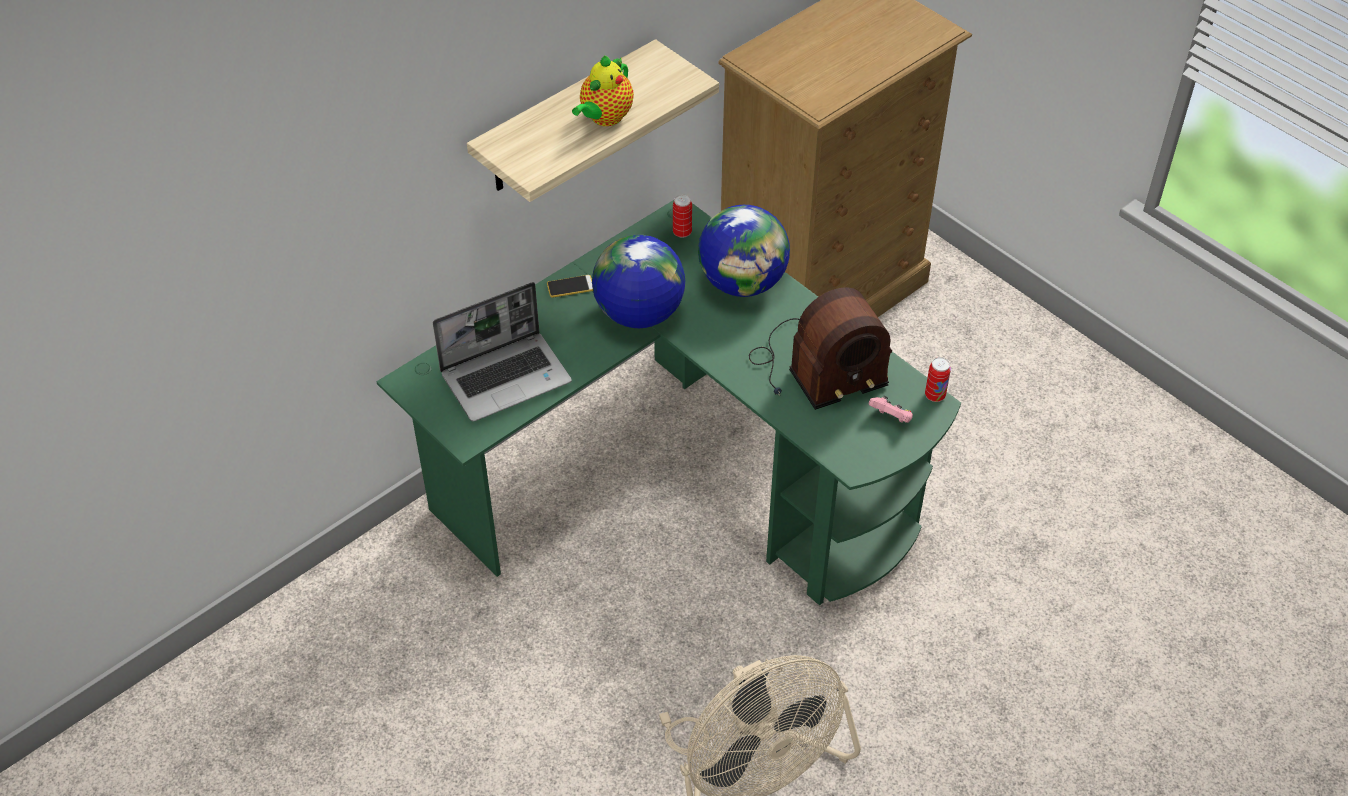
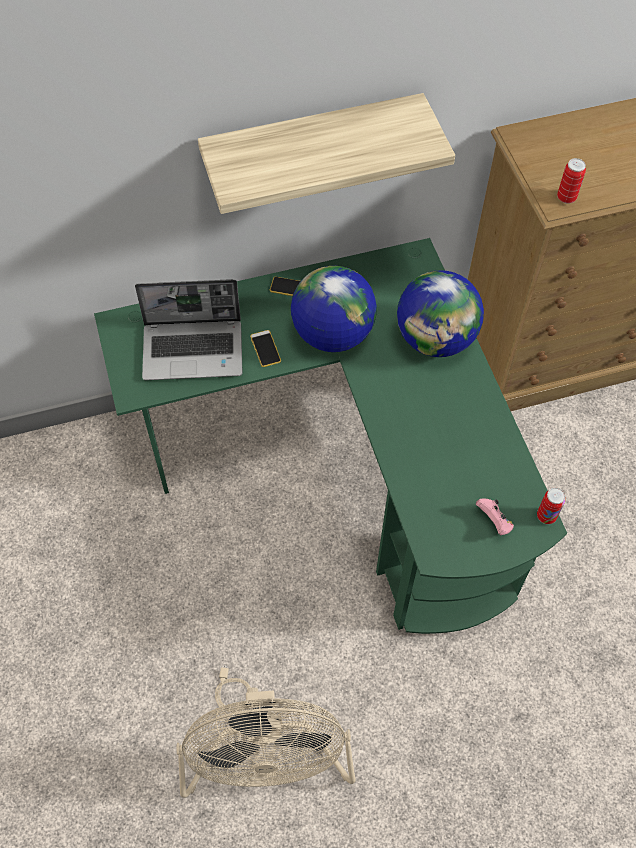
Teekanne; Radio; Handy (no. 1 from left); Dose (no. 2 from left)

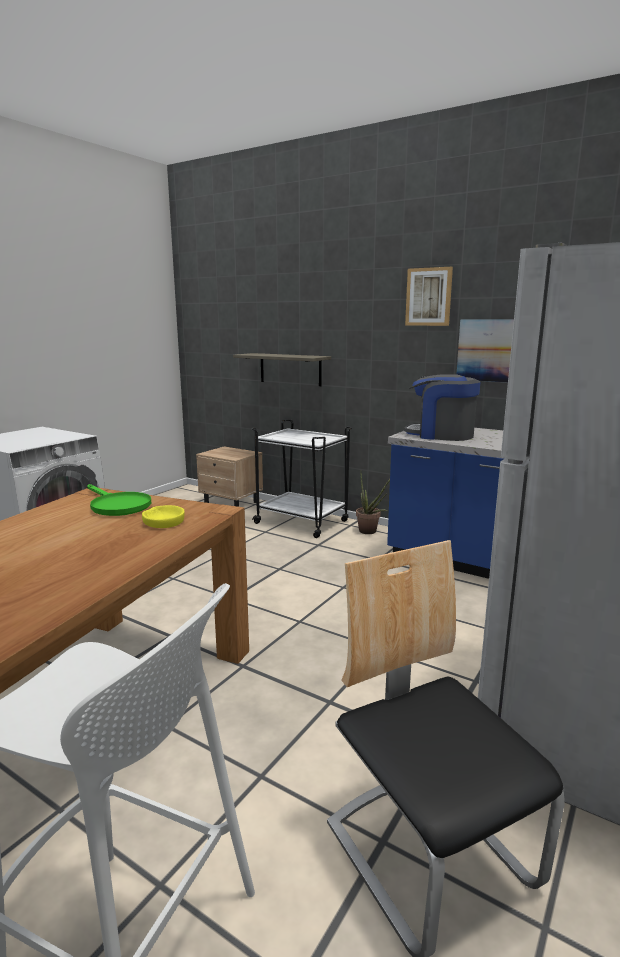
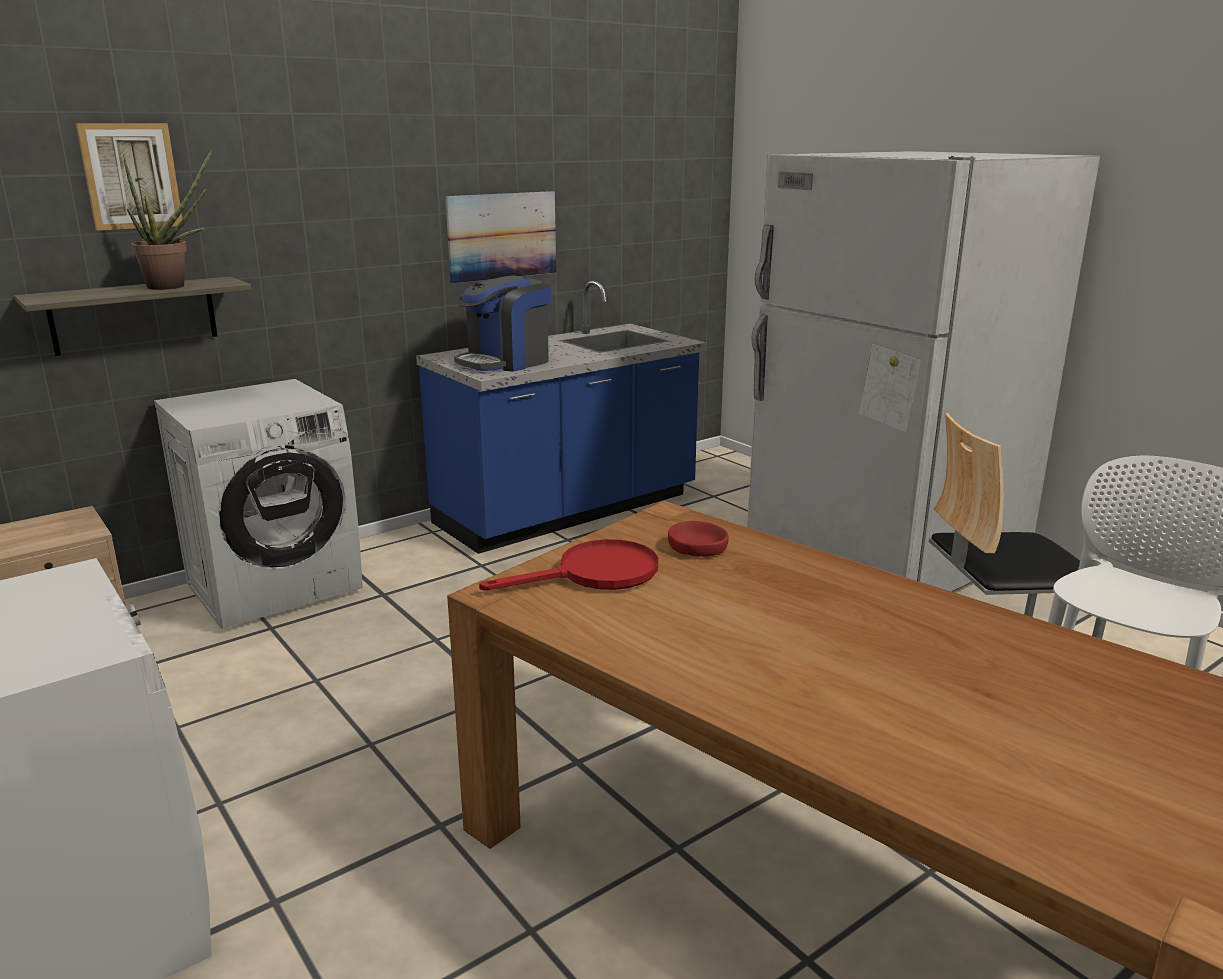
Topfpflanze; Bild (no. 1 from left); Waschmaschine/weiß (no. 2 from left); Pfanne/rot; Schüssel/rot

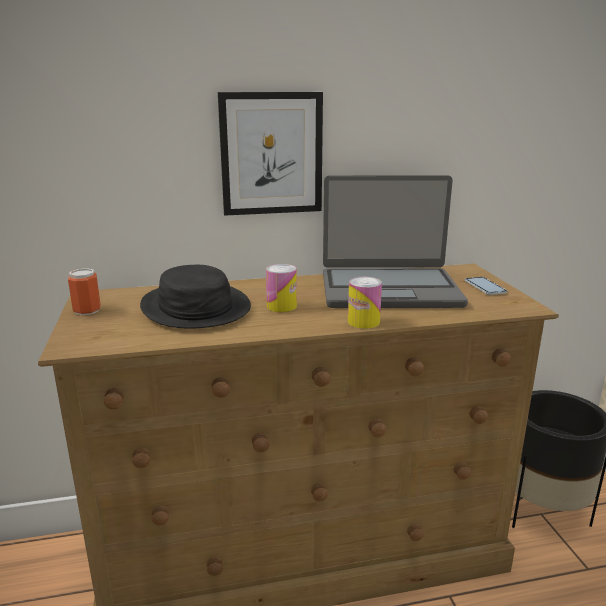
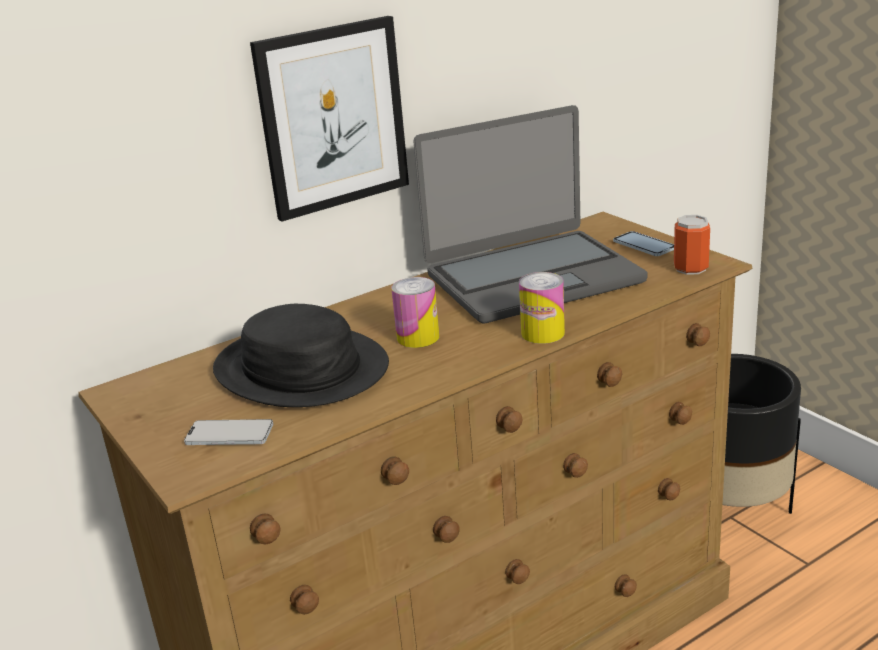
Handy (no. 1 from left); Dose (no. 3 from left)

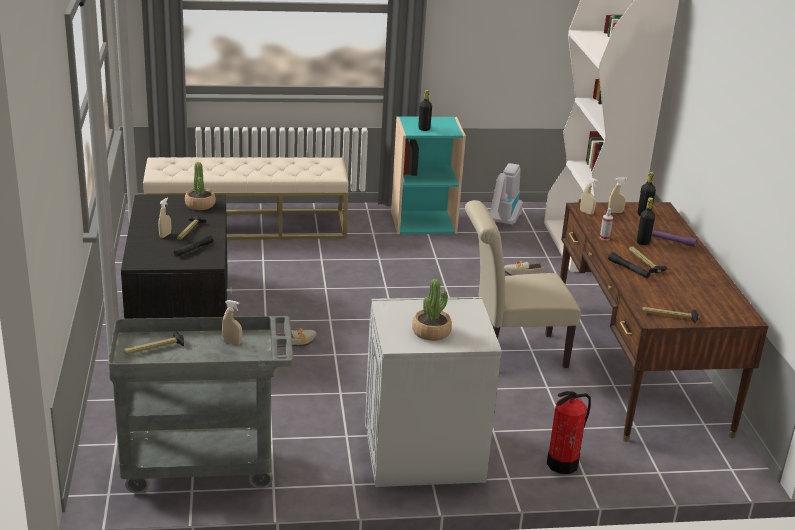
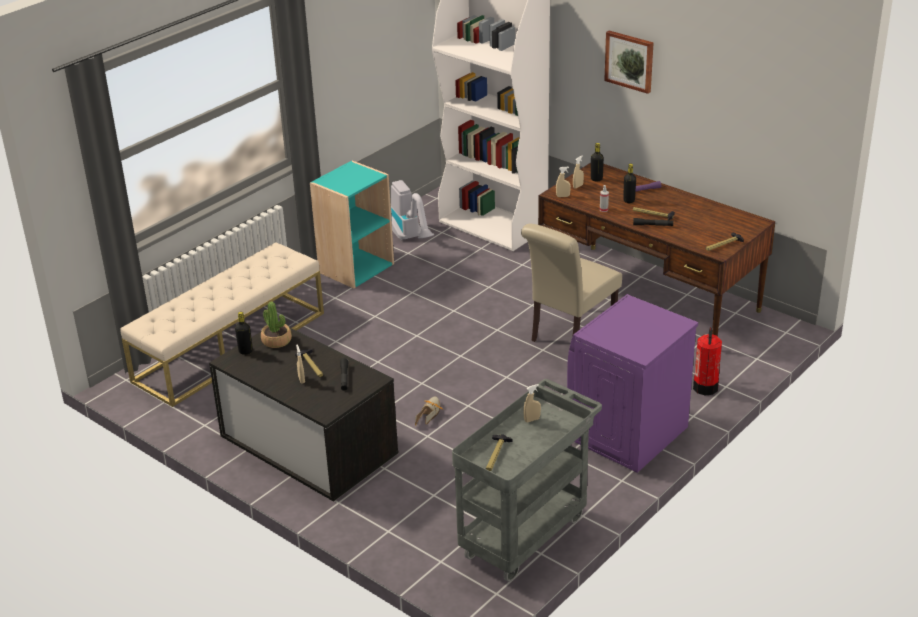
Topfpflanze (no. 2 from left in the first image); Schuh (no. 2 from left in the first image); Bild; Flasche/schwarz (no. 1 from left); Waschmaschine/lila

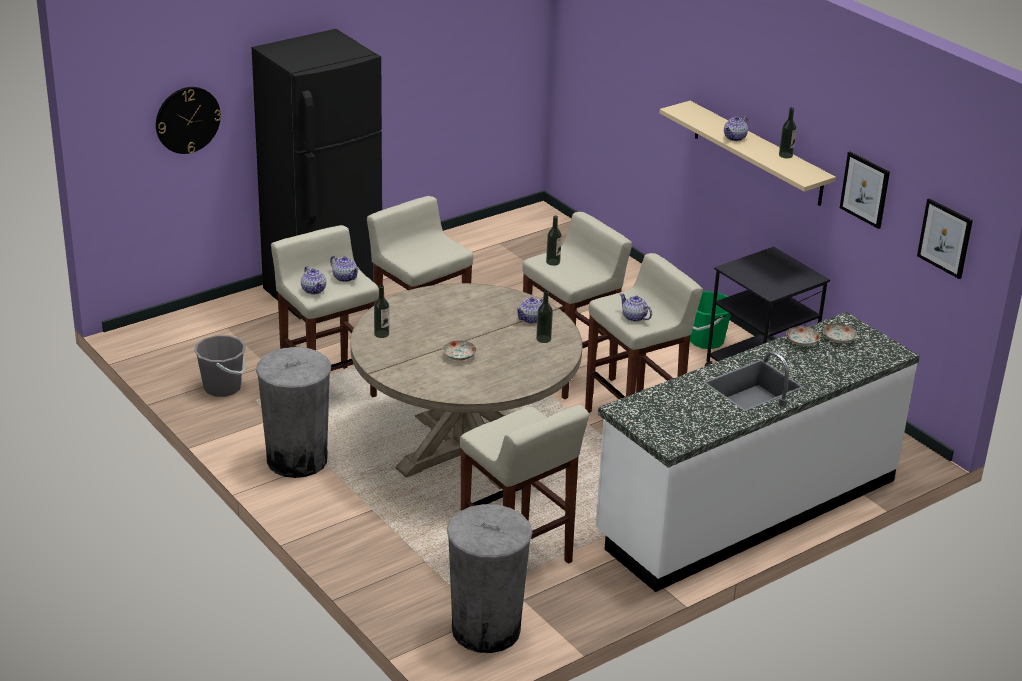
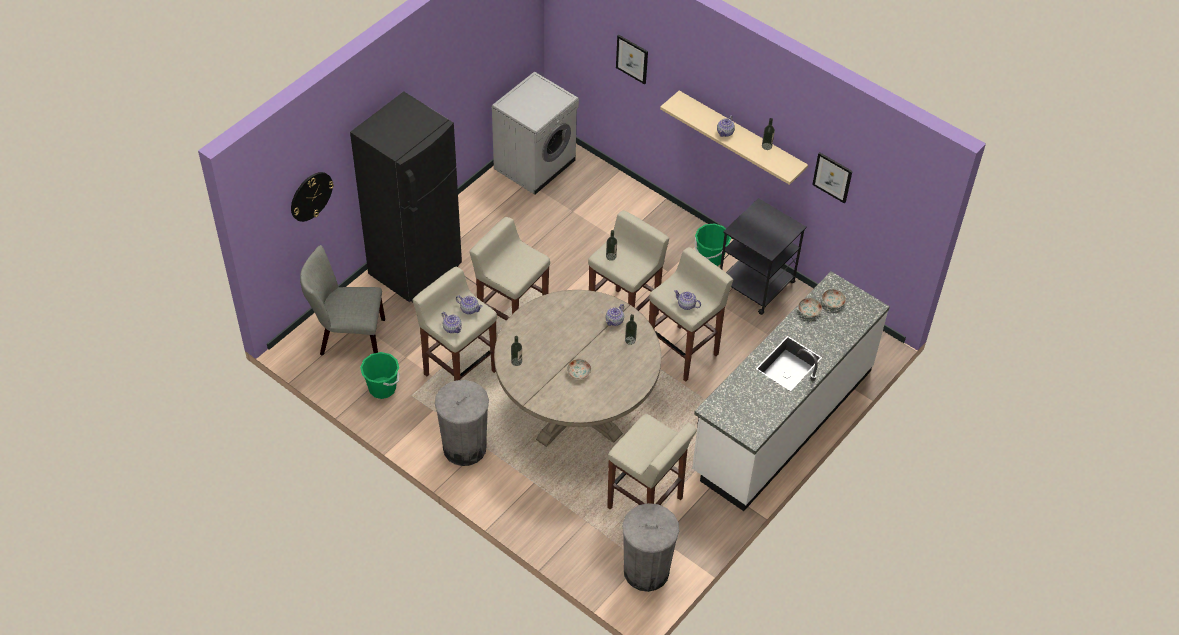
Stuhl/grau; Waschmaschine/weiß; Bild (no. 1 from left); Eimer/grün (no. 1 from left)

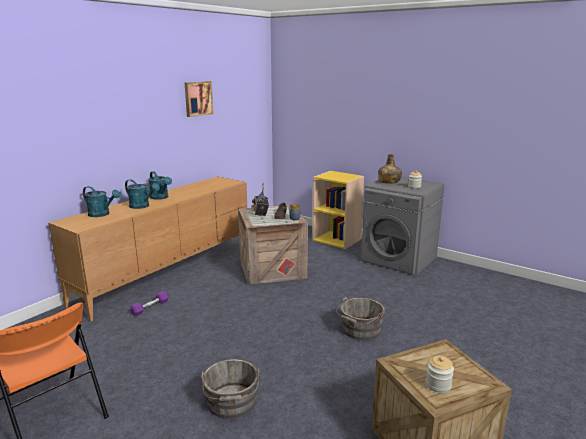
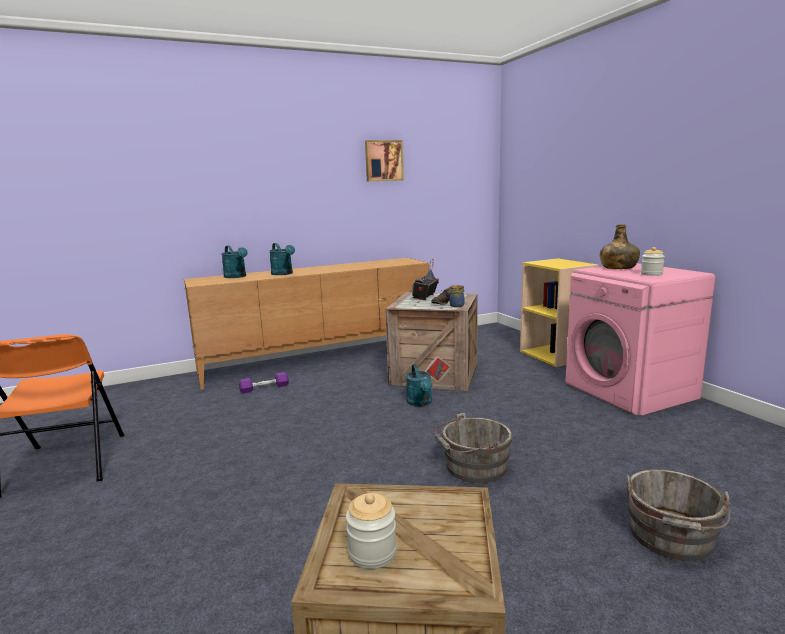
Gießkanne/türkis (no. 3 from left); Eimer/grau (no. 2 from left); Waschmaschine/rosa

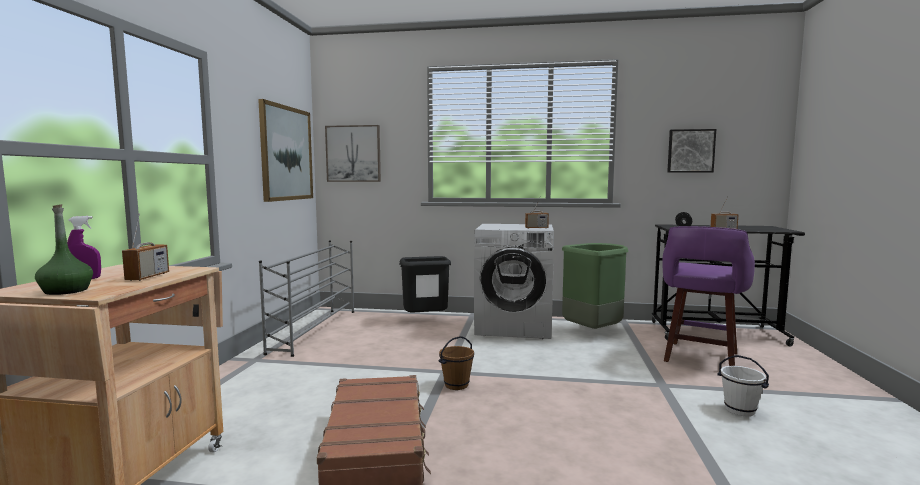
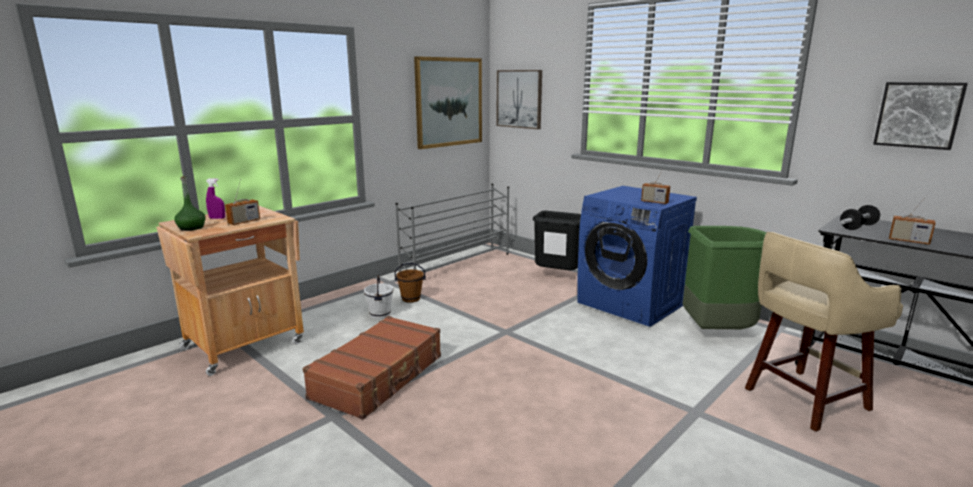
Eimer/braun; Eimer/weiß; Waschmaschine/blau; Hocker/beige

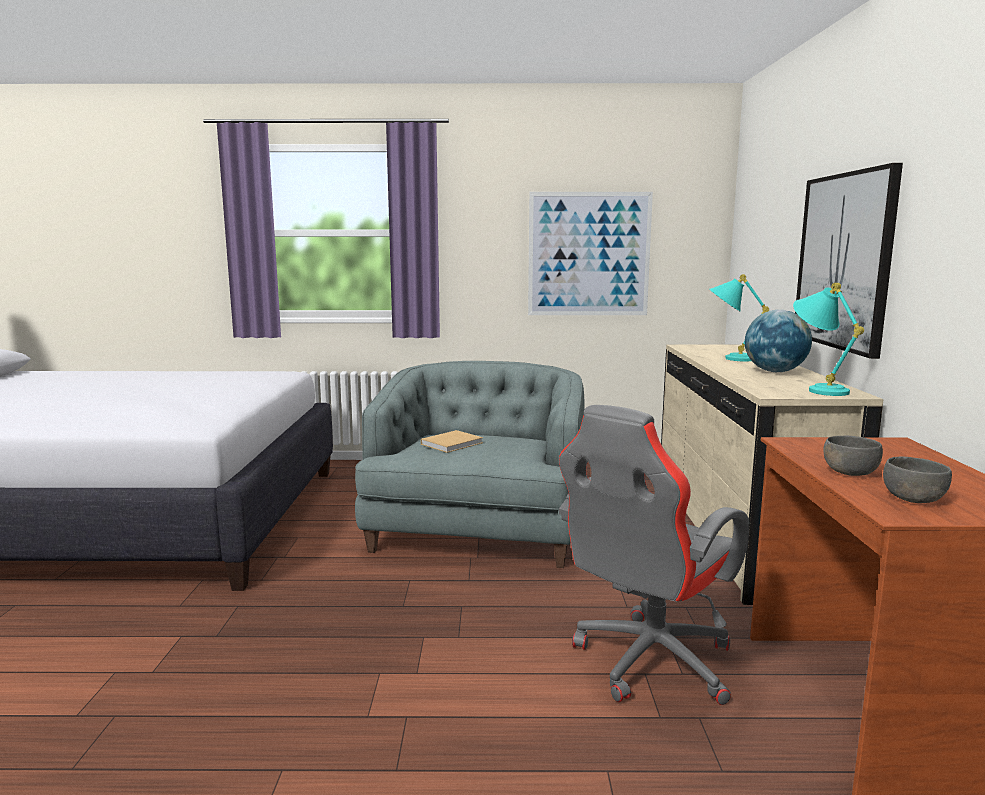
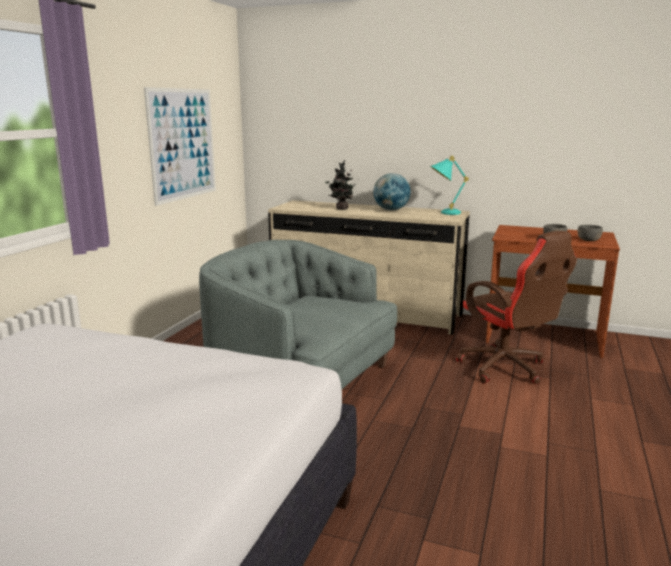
Buch/beige; Bild (no. 2 from left in the first image); Topfpflanze; Bürostuhl/braun

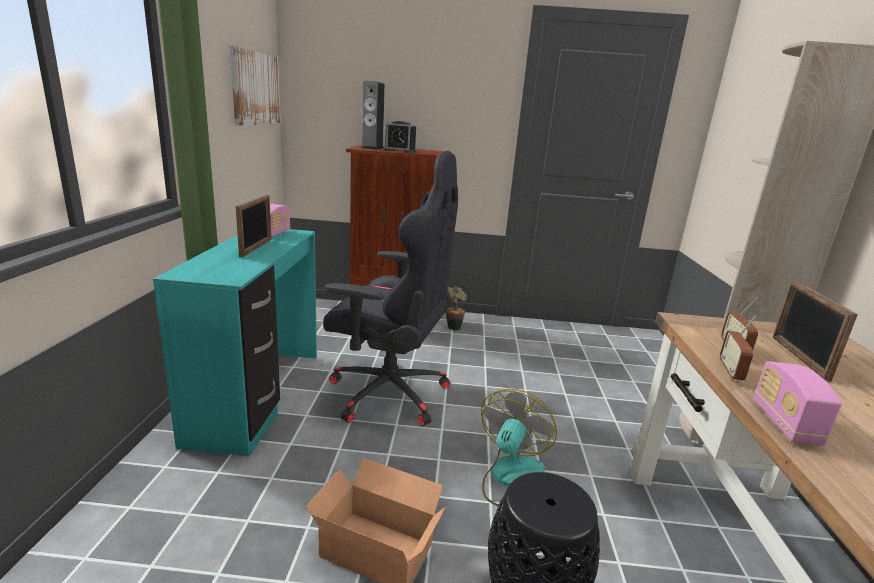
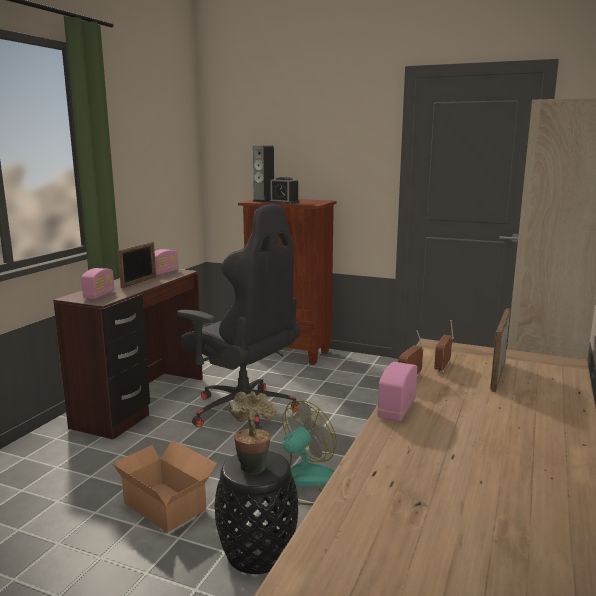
Bild; Radio (no. 1 from left); Topfpflanze; Schreibtisch/braun (no. 1 from left)

